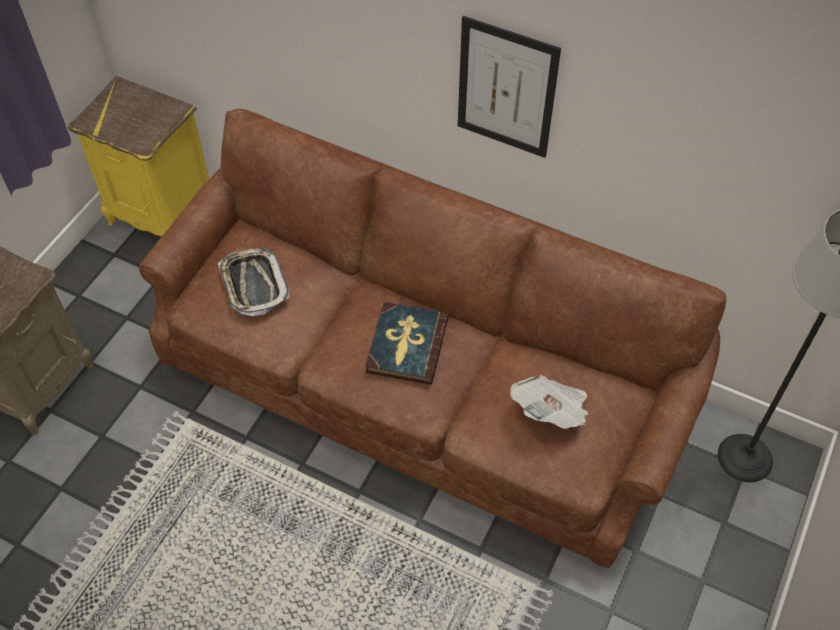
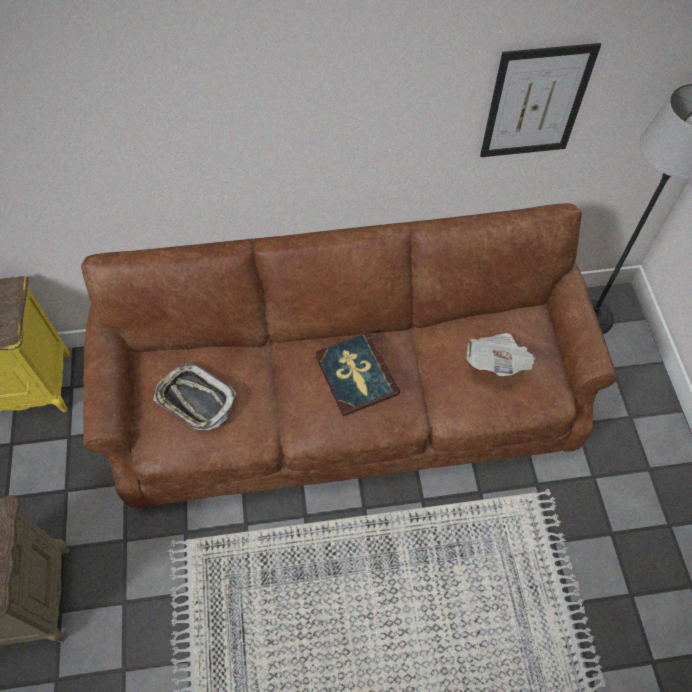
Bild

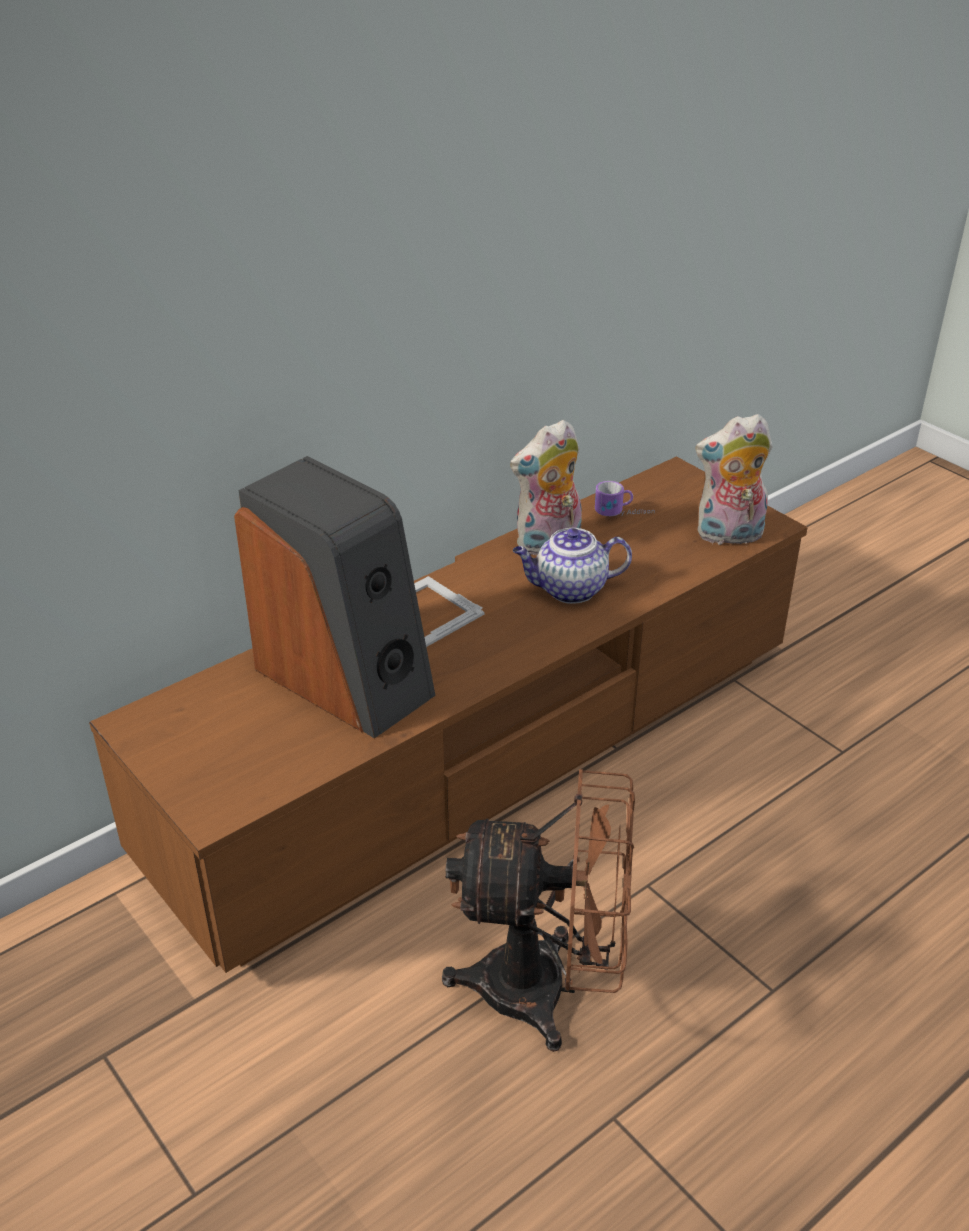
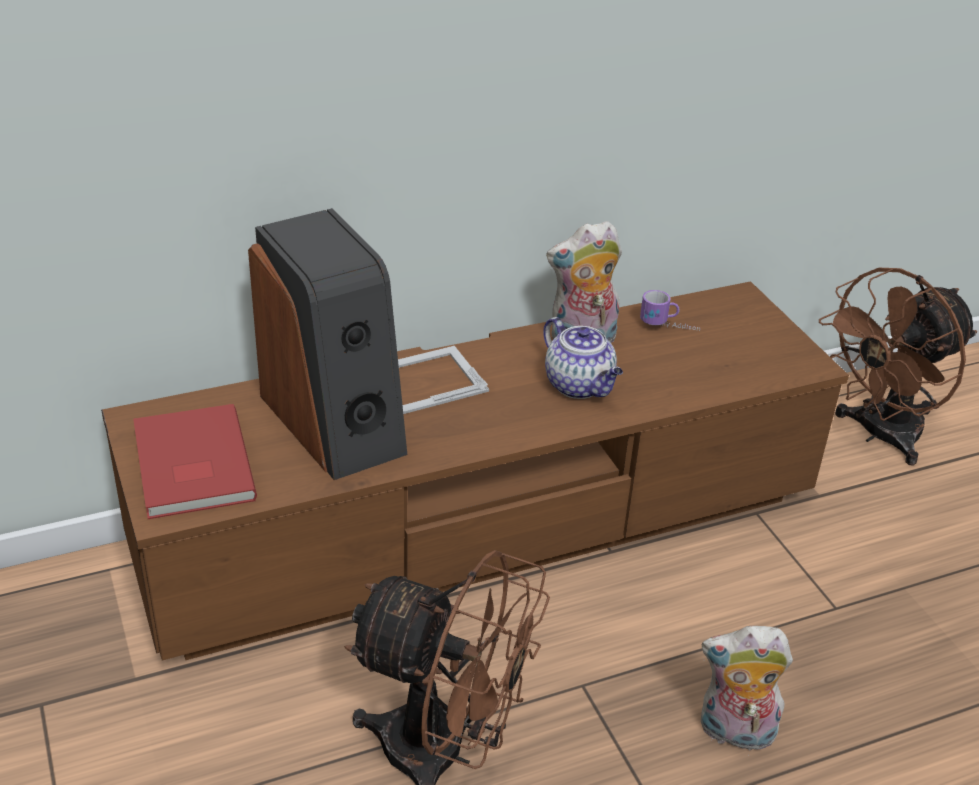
Buch/rot; Ventilator/braun (no. 2 from left); Plüschtier (no. 2 from left); Teekanne

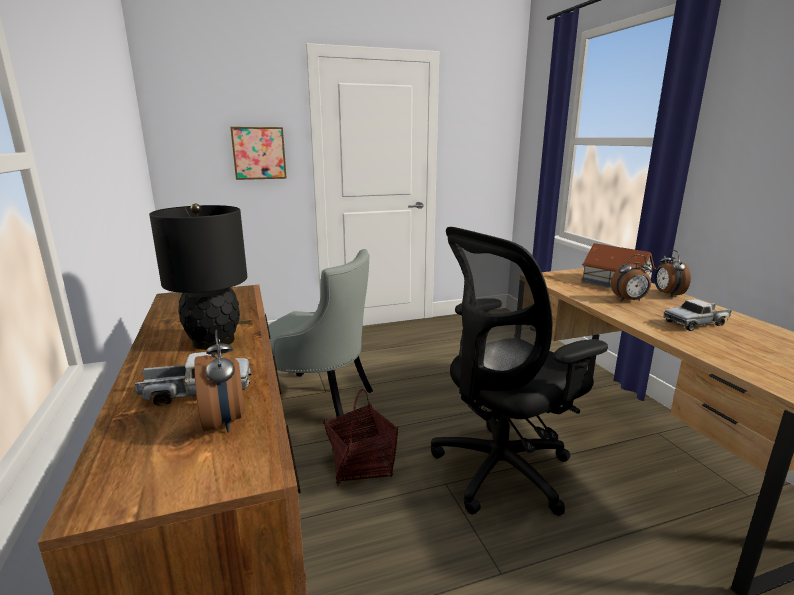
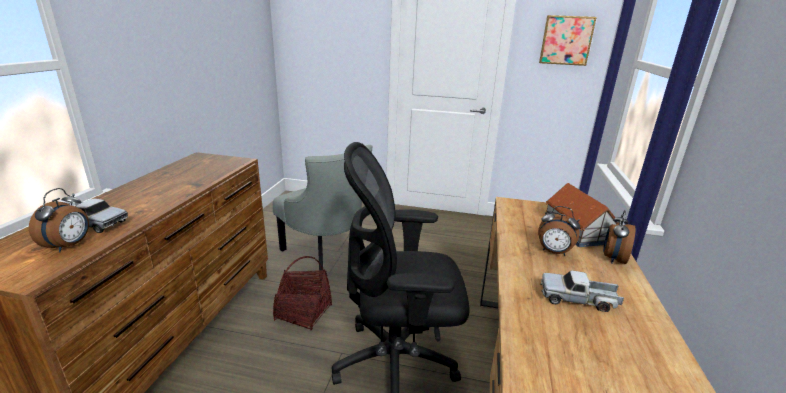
Tischlampe/schwarz; Bild

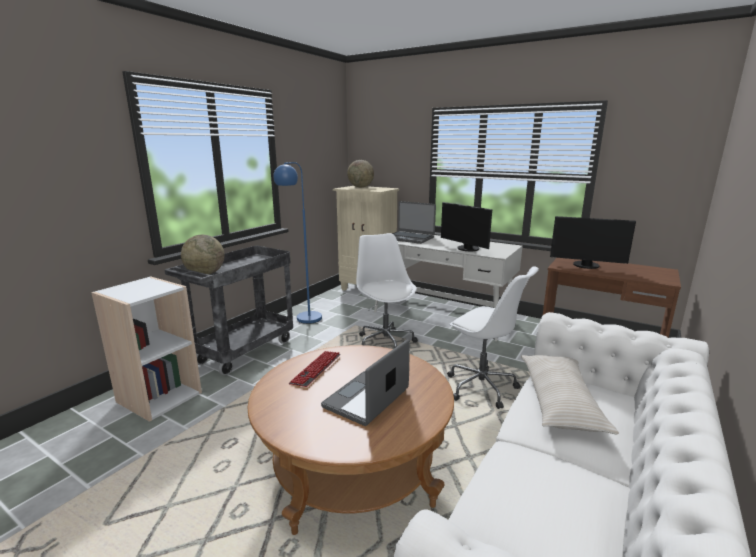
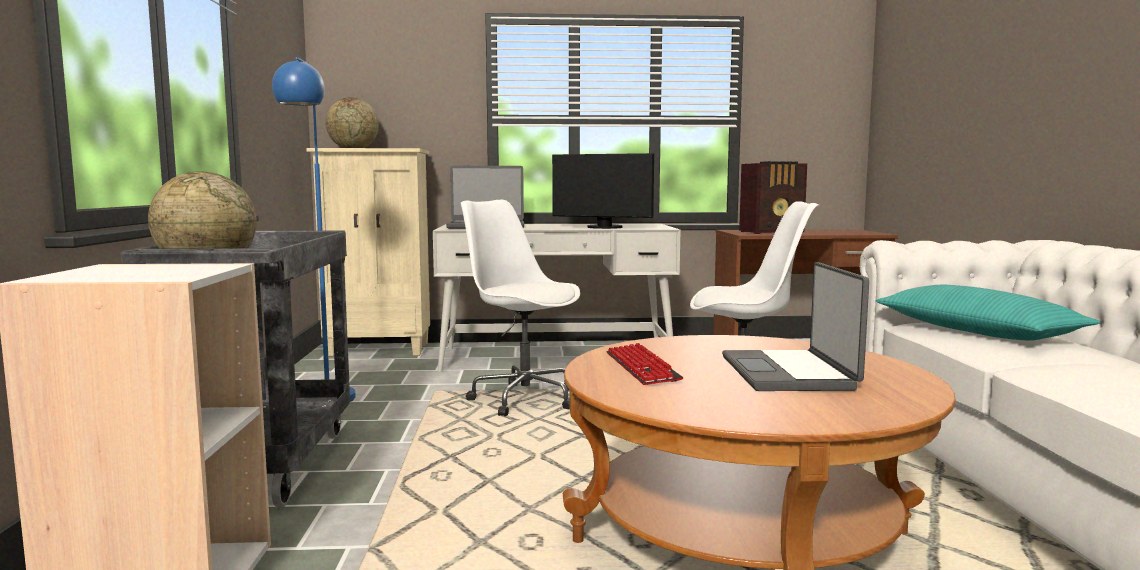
Radio; Kissen/türkis

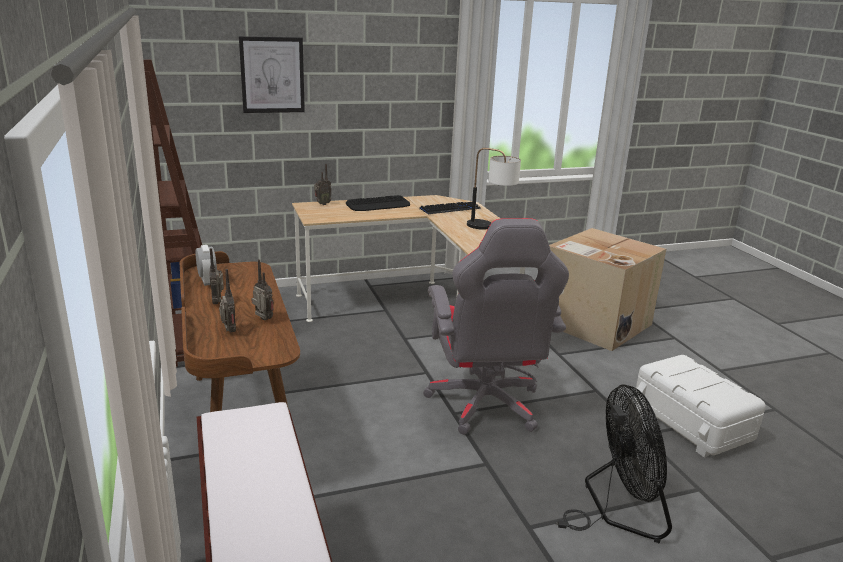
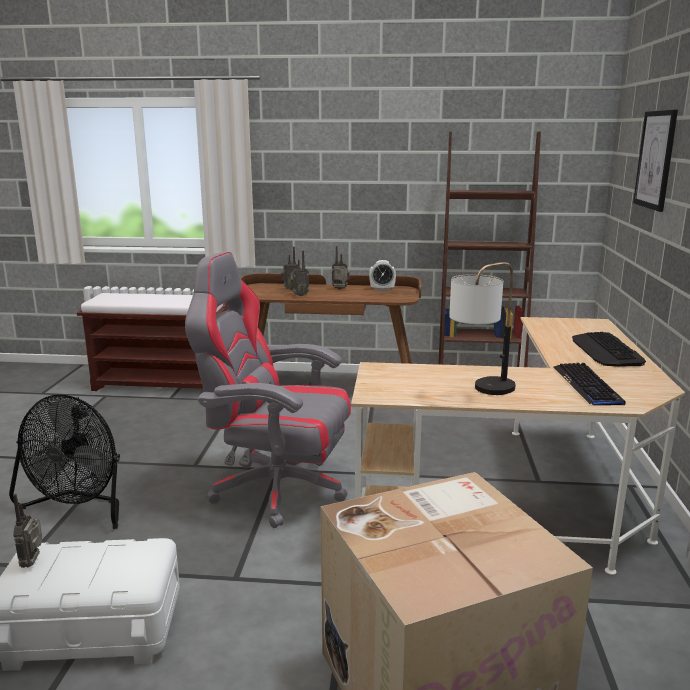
Radio (no. 1 from left)

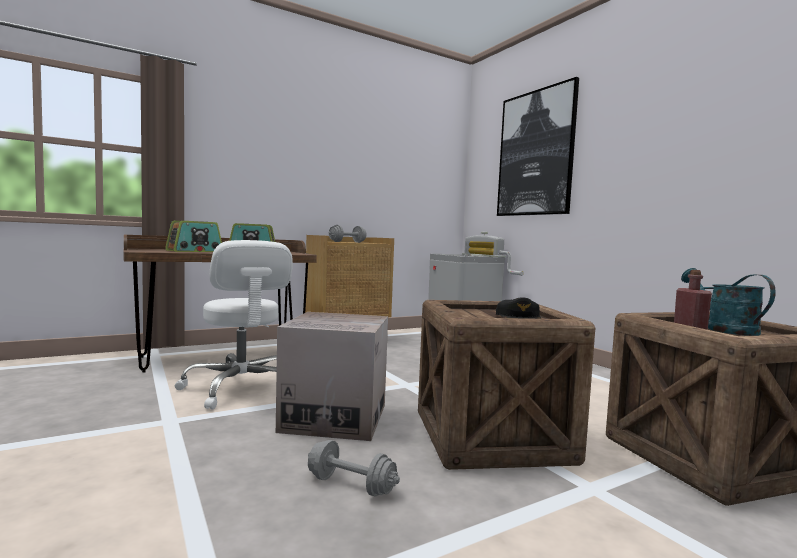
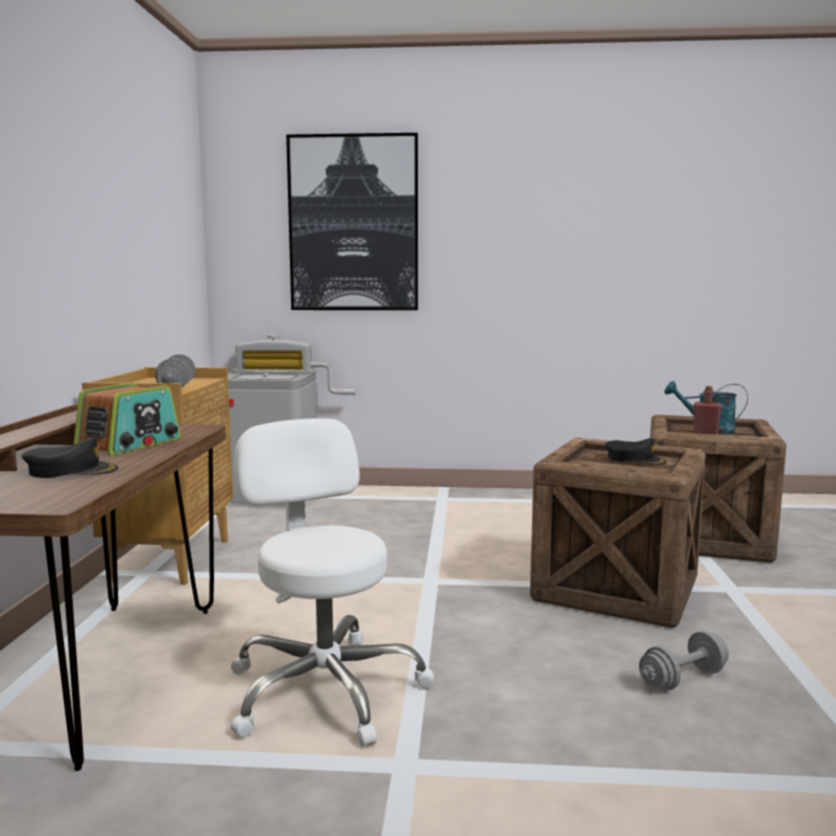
Karton; Kappe/schwarz (no. 1 from left); Bürostuhl/weiß

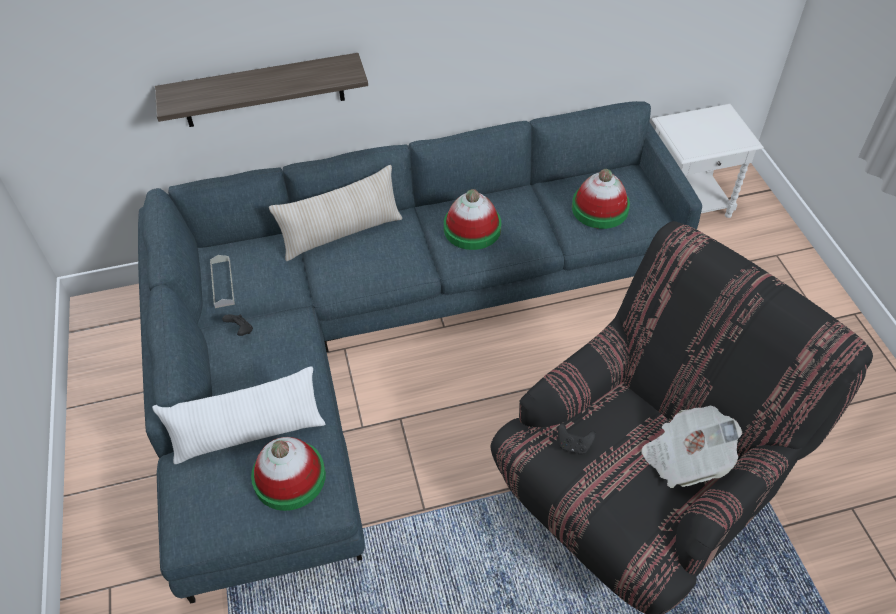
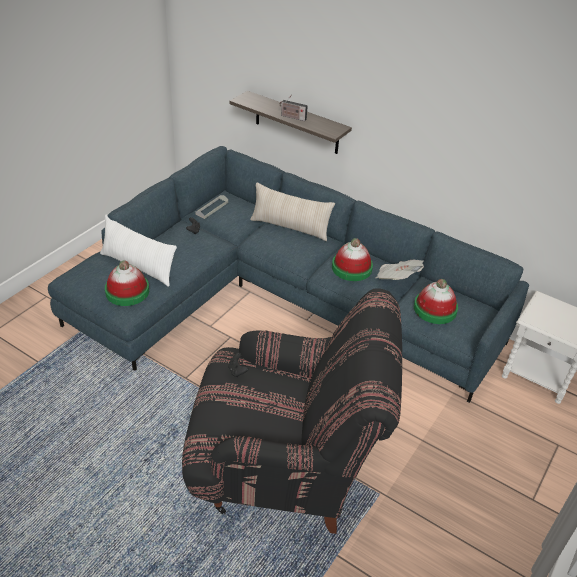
Radio; Zeitung

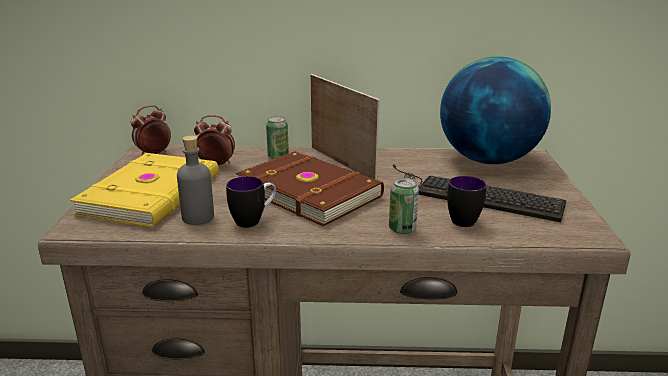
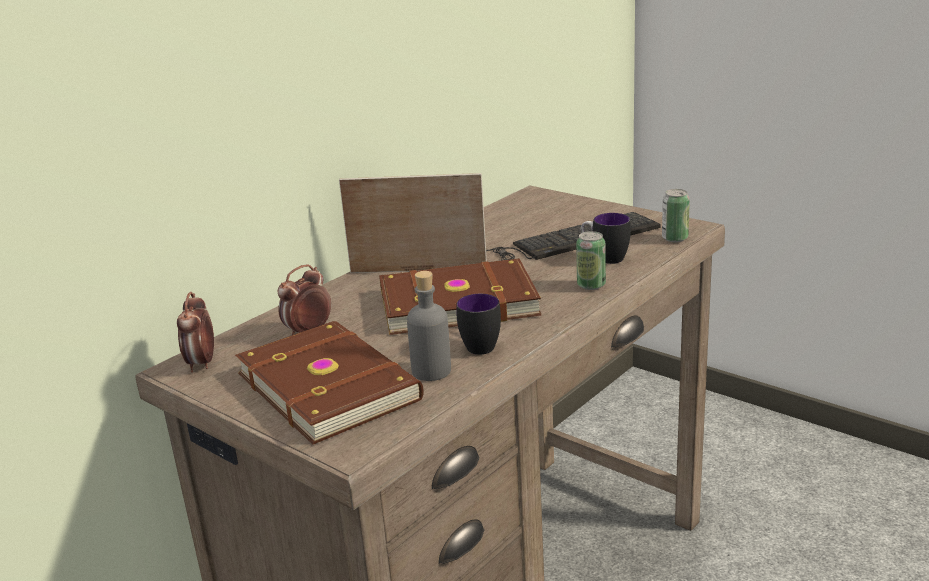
Globus; Dose (no. 2 from left); Buch/braun (no. 1 from left)

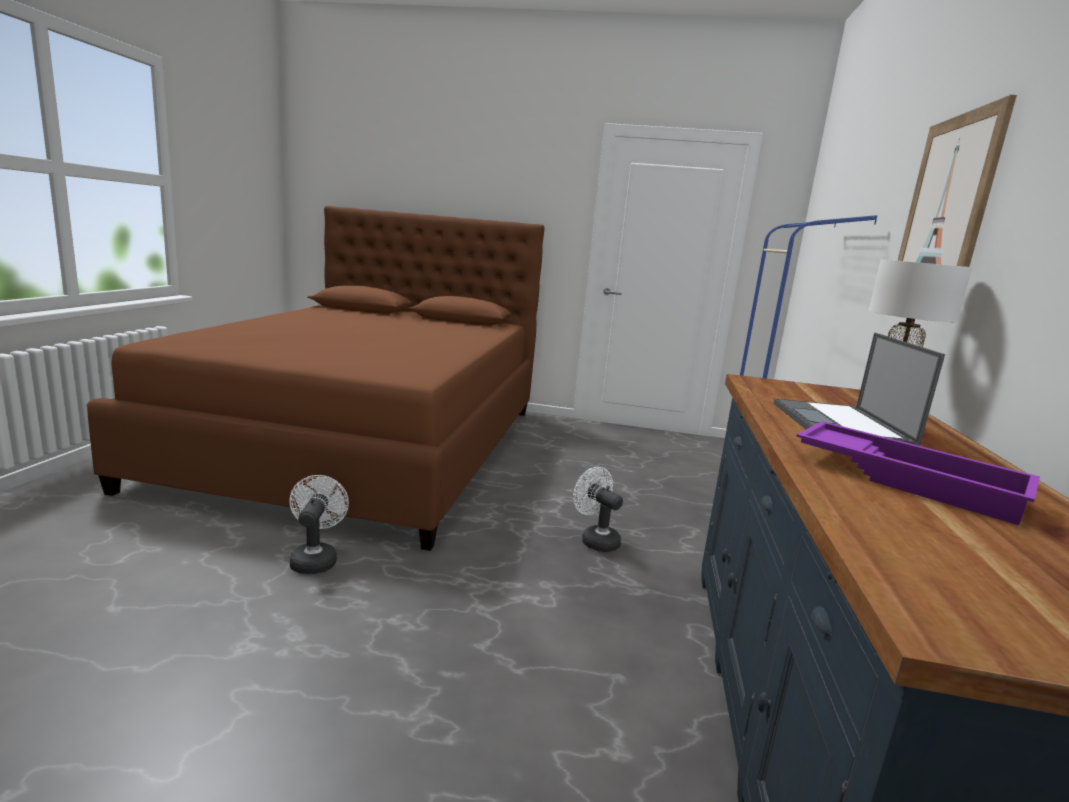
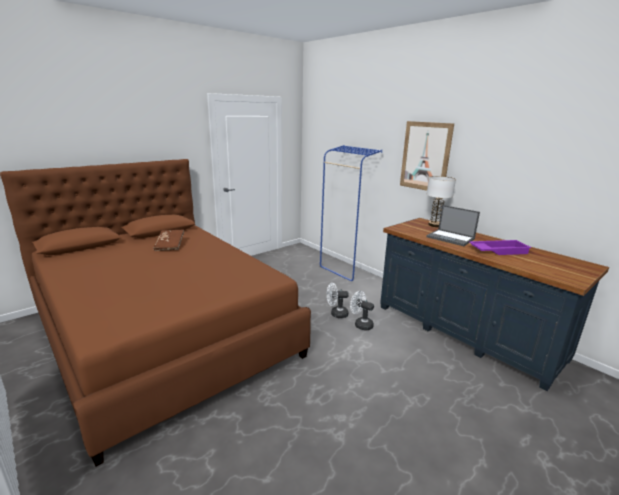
Buch/braun; Ventilator/weiß (no. 2 from left)

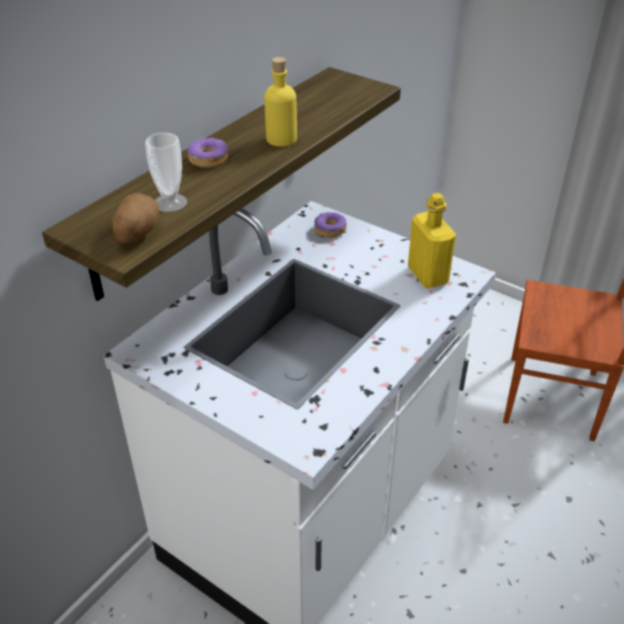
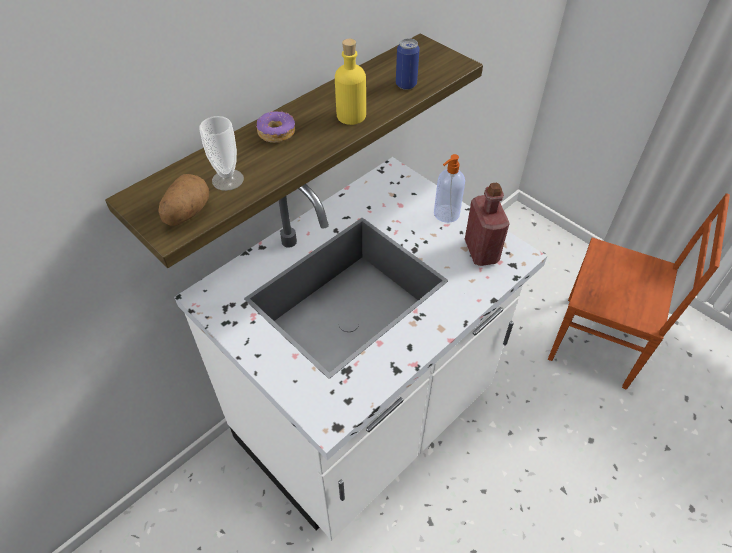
Donut (no. 2 from left in the first image); Dose; Seifenspender; Flasche/rot

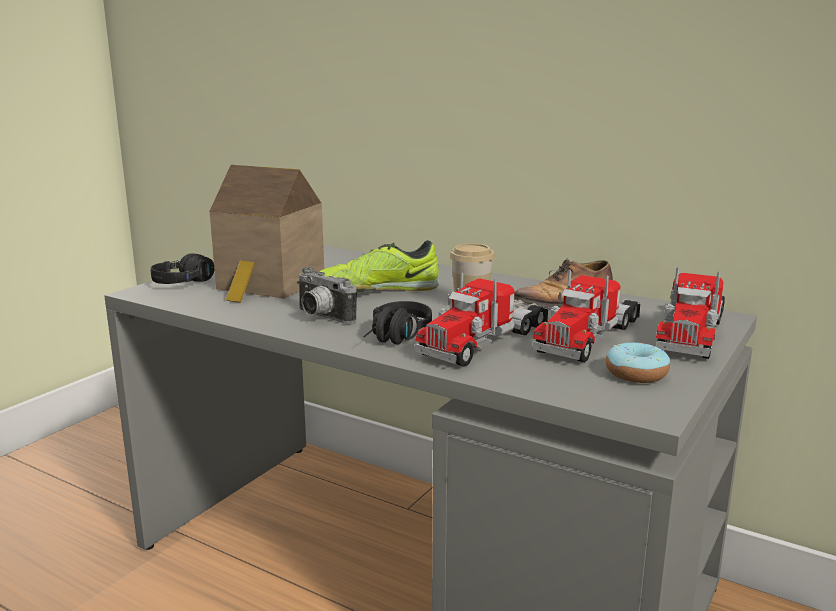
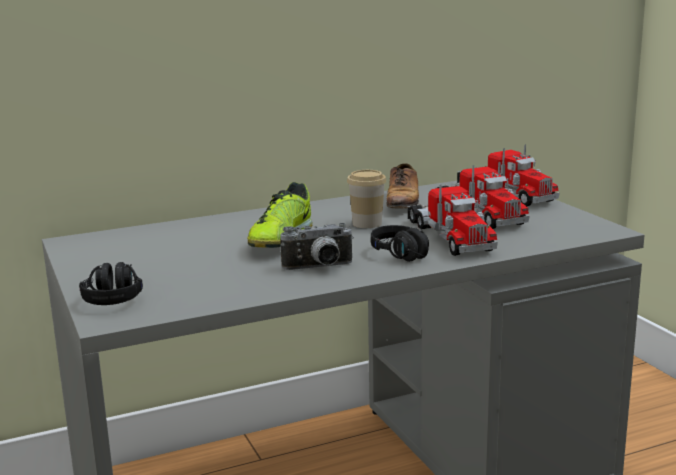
Spielzeughaus; Donut

